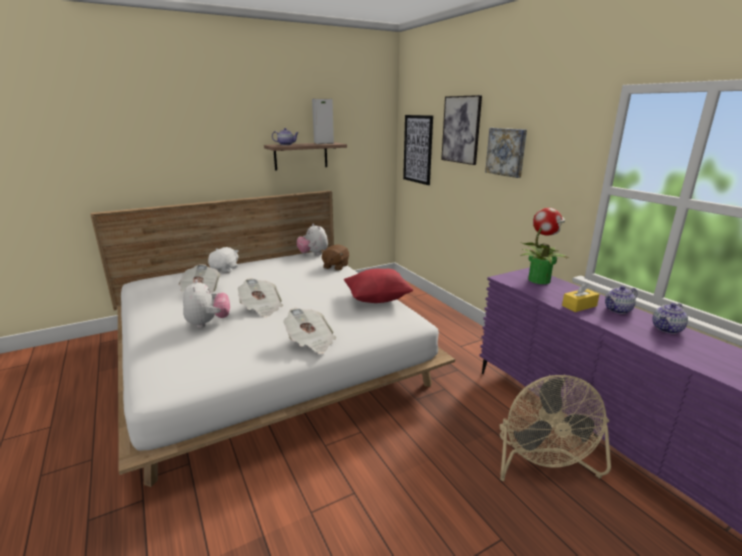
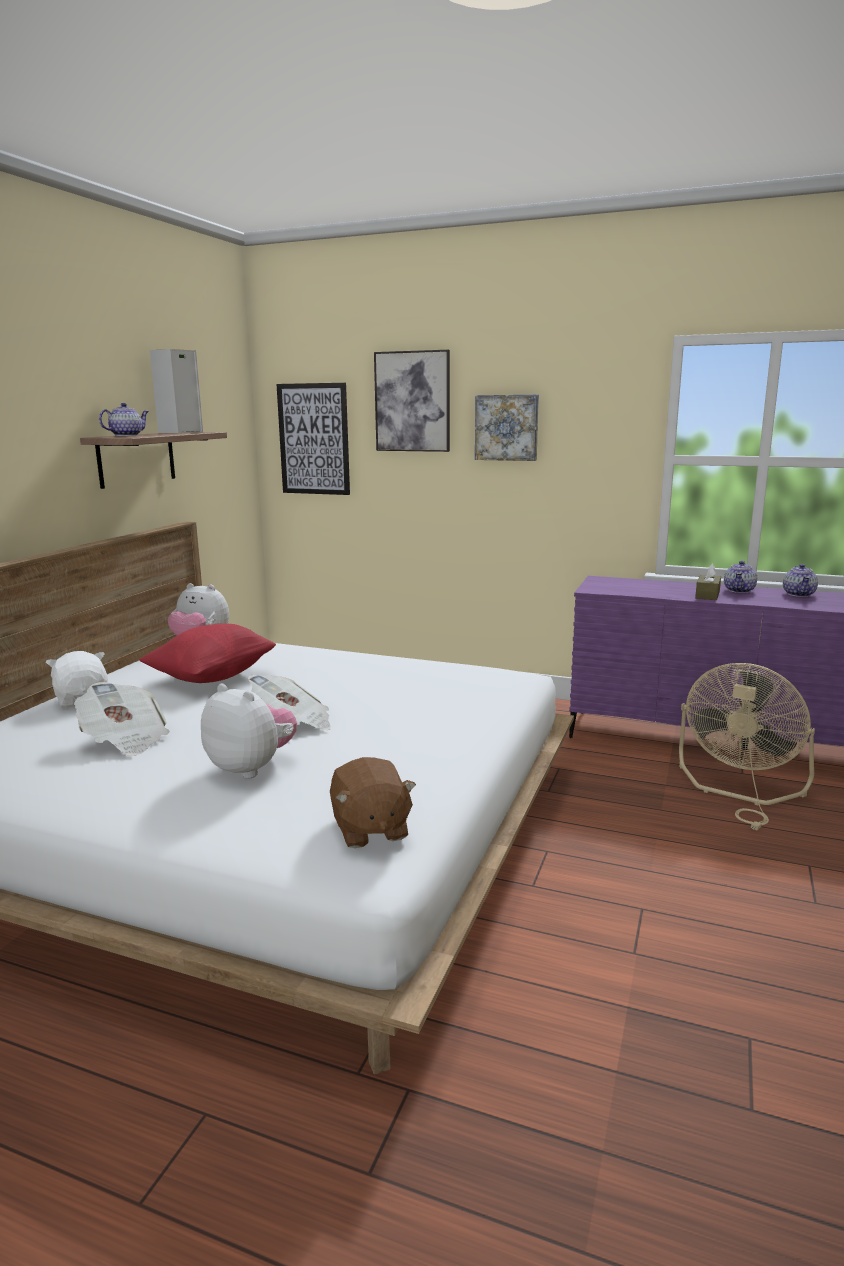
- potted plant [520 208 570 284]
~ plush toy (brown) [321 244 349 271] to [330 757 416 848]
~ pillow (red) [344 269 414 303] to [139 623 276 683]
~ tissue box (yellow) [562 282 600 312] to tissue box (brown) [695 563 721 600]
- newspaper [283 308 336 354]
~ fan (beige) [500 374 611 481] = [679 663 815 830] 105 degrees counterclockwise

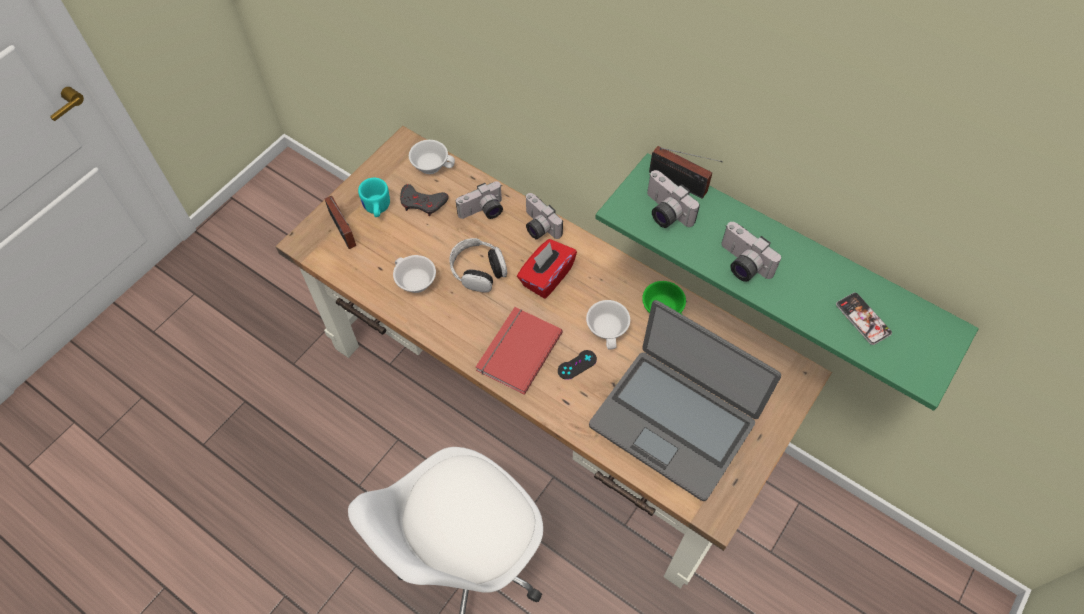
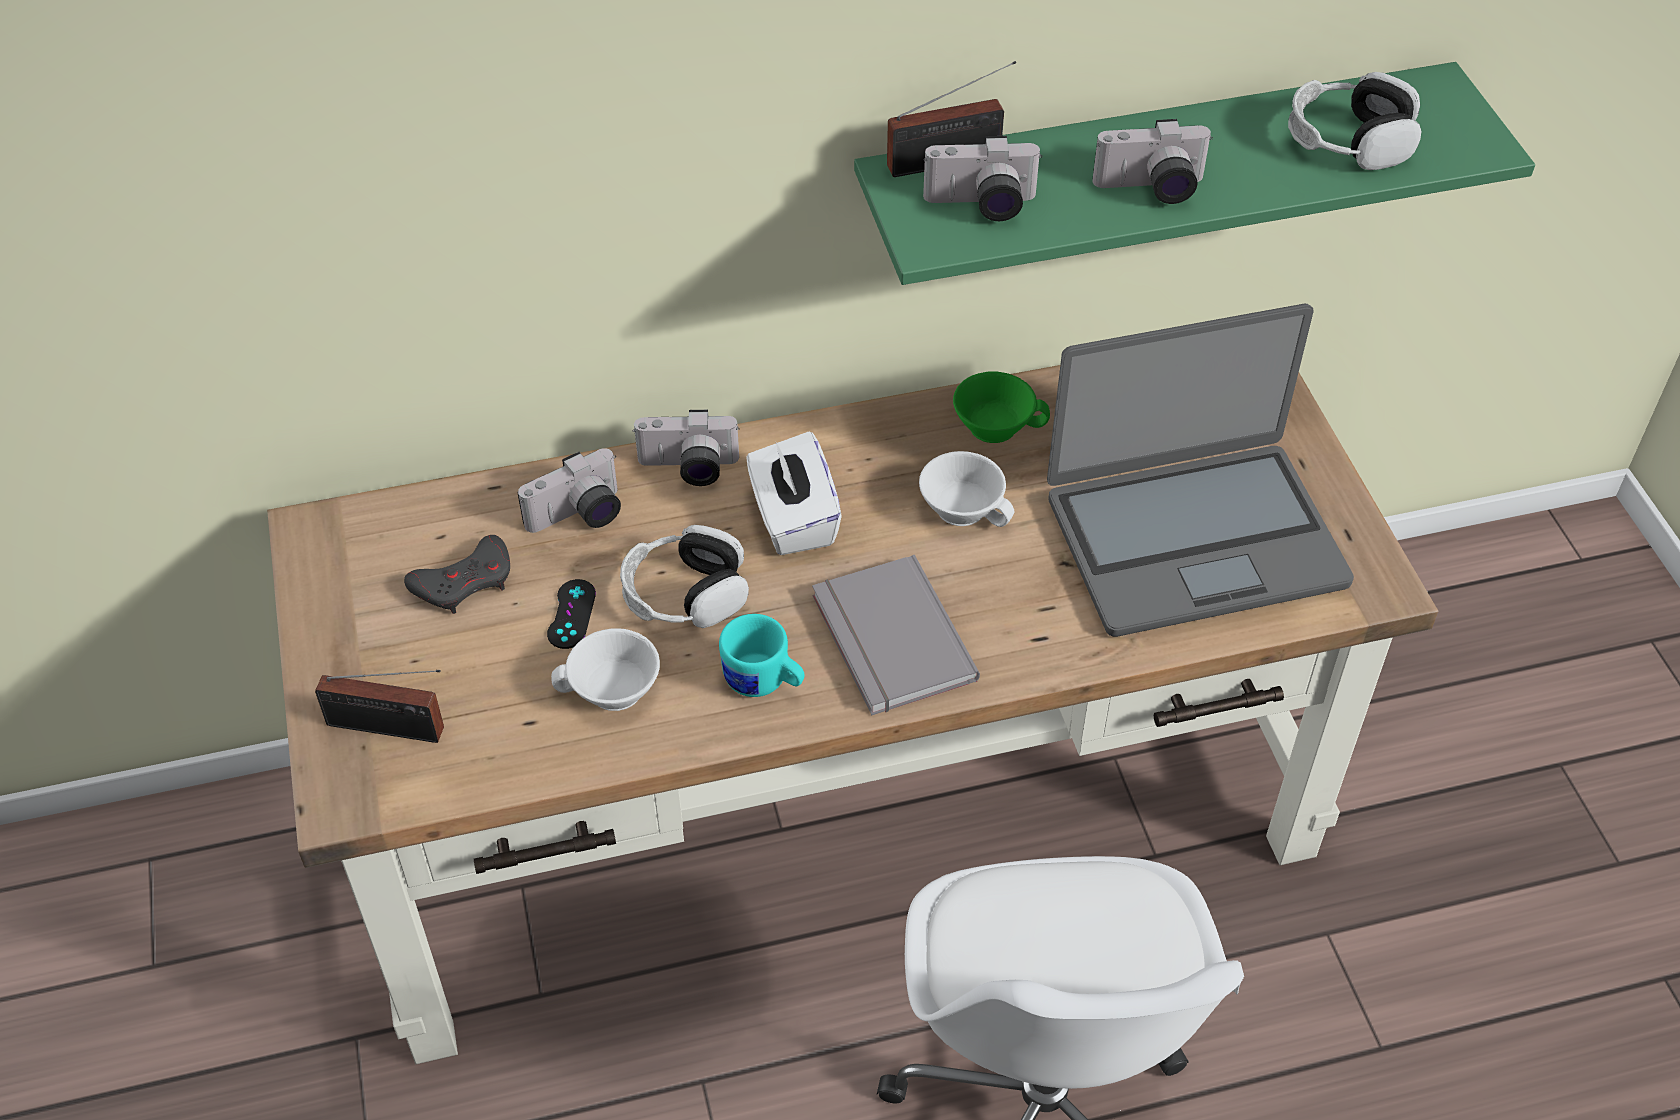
- cup (white) [409 140 455 174]
~ mug (turquoise) [358 178 390 217] to [719 614 804 697]
~ photo camera [456 181 503 219] = [518 448 621 533] 45 degrees clockwise
~ tissue box (red) [517 239 577 299] to tissue box (white) [746 431 842 555]
~ phone [836 292 892 345] to headphones [1288 72 1421 170]
~ book (red) [476 307 563 395] to book (grey) [812 555 980 715]
~ game controller (black) [558 350 597 380] to [547 579 596 649]

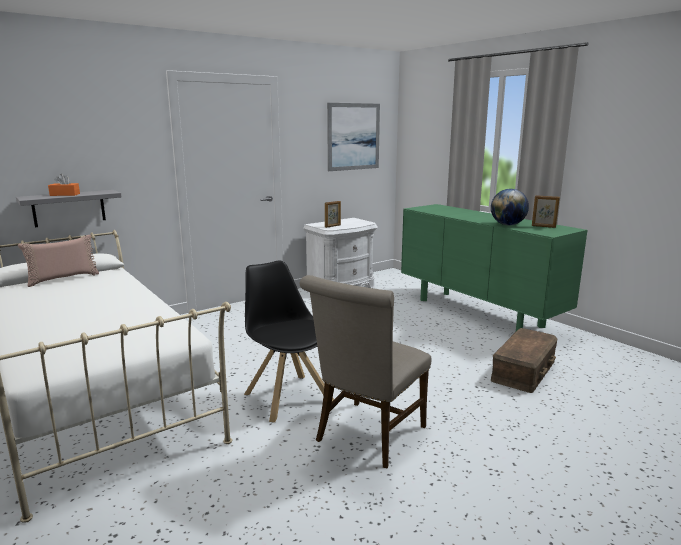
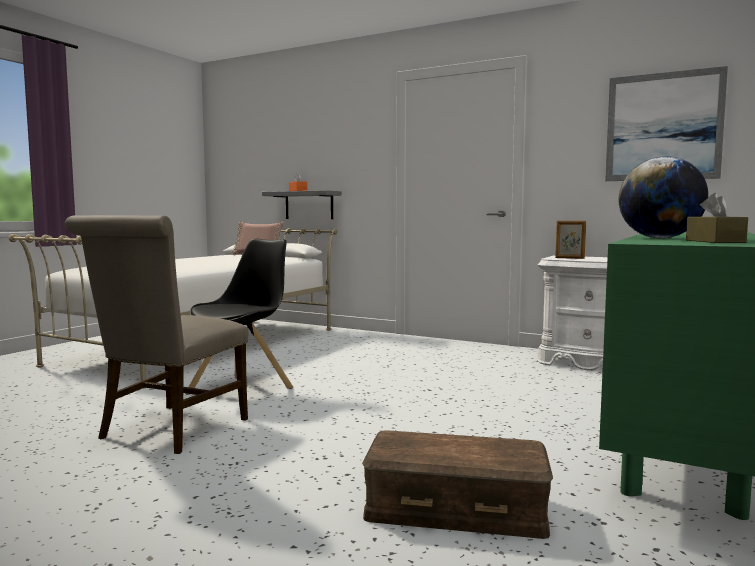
~ picture frame [532 195 560 228] to tissue box (brown) [686 193 748 243]
~ chair (beige) [300 275 431 468] = [65 215 248 454] 75 degrees counterclockwise

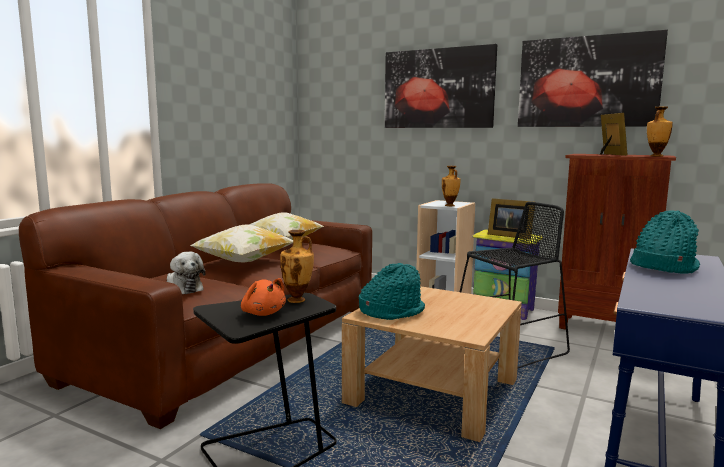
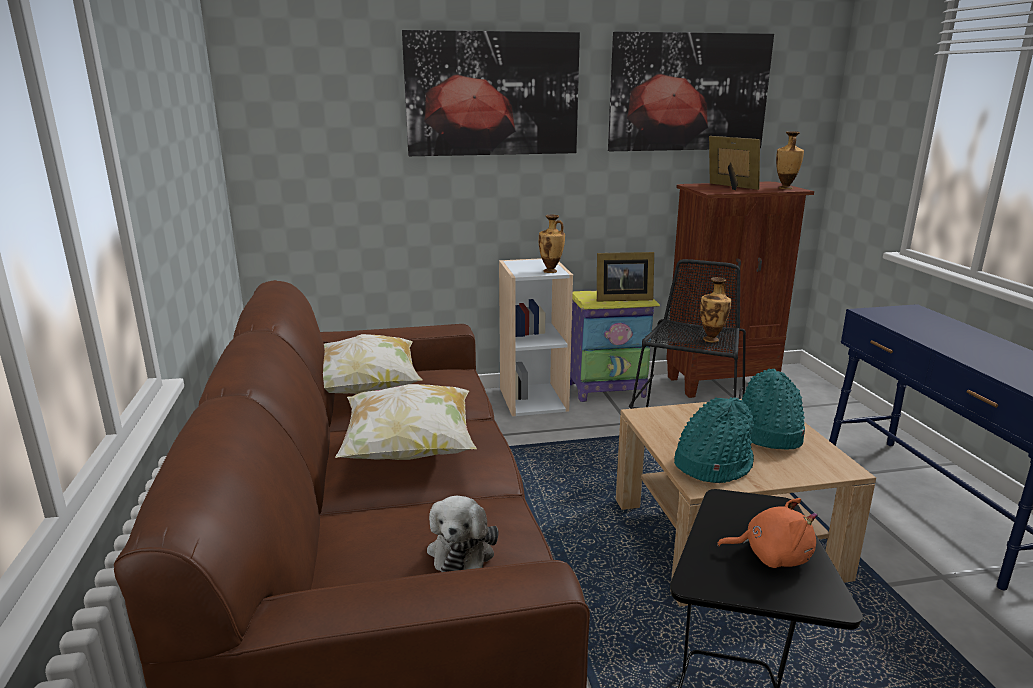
~ hat (turquoise) [630 210 700 274] to [742 369 805 450]
~ vase [280 230 314 303] to [700 277 731 342]
~ plush toy [167 252 206 294] = [427 496 498 572] 90 degrees clockwise

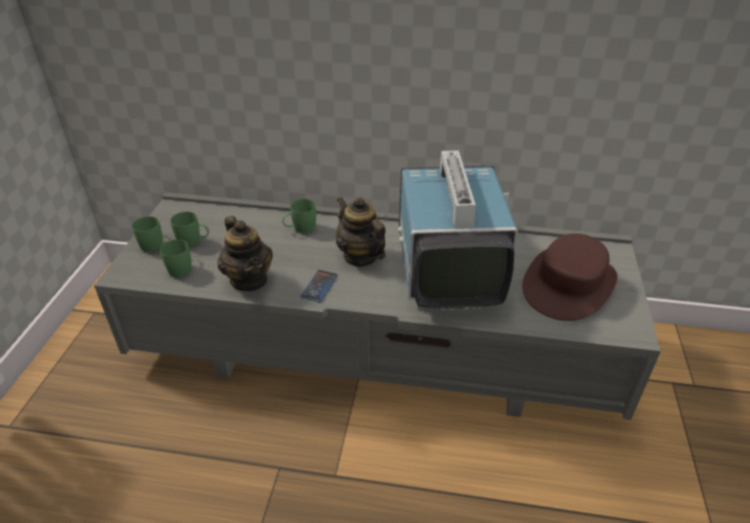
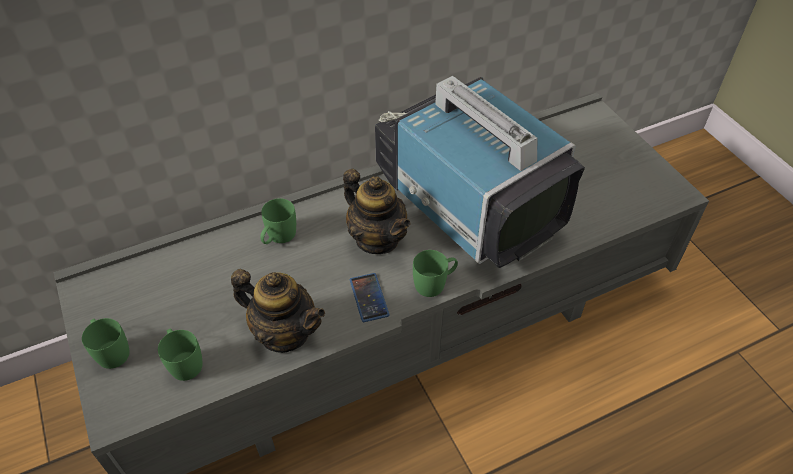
~ teapot [336 197 386 267] = [343 169 410 254] 150 degrees counterclockwise
~ mug (green) [170 212 209 247] to [413 250 458 297]
- hat (brown) [522 233 617 321]

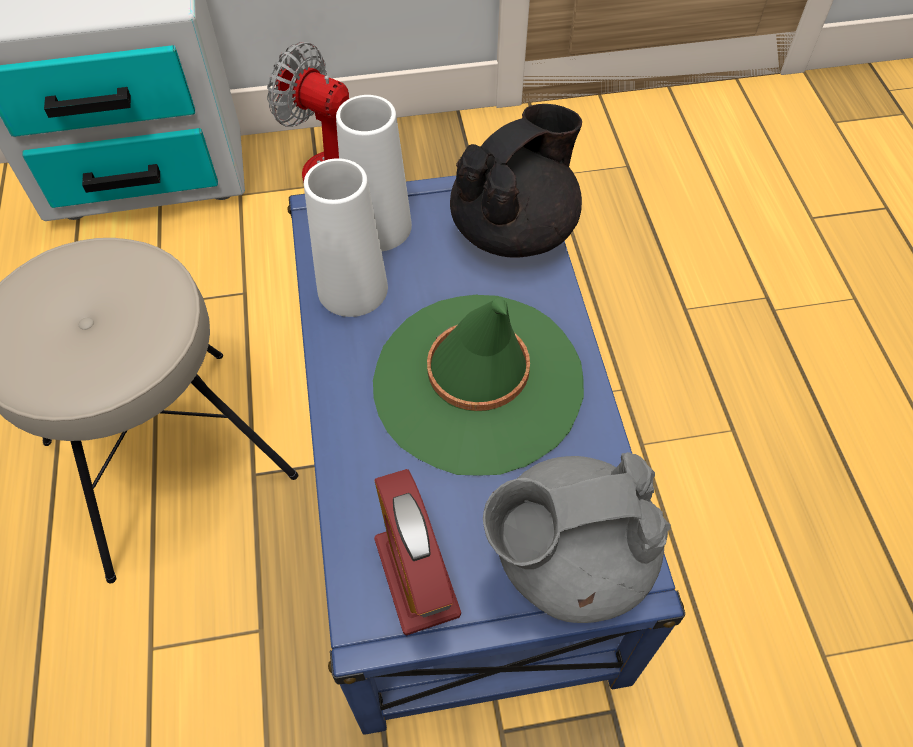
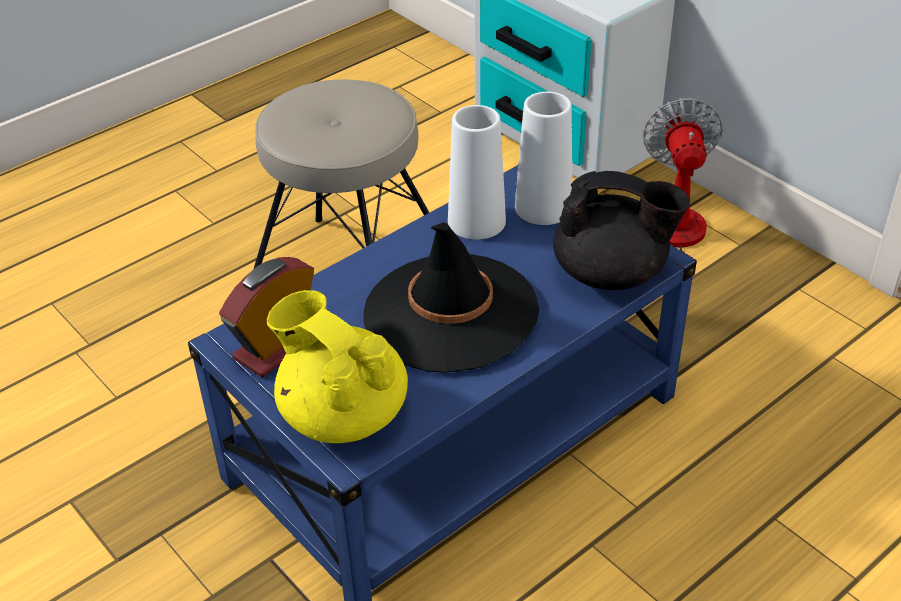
~ hat (green) [373 294 584 476] to hat (black) [364 222 539 373]
~ teapot (grey) [483 452 671 623] to teapot (yellow) [267 290 408 443]

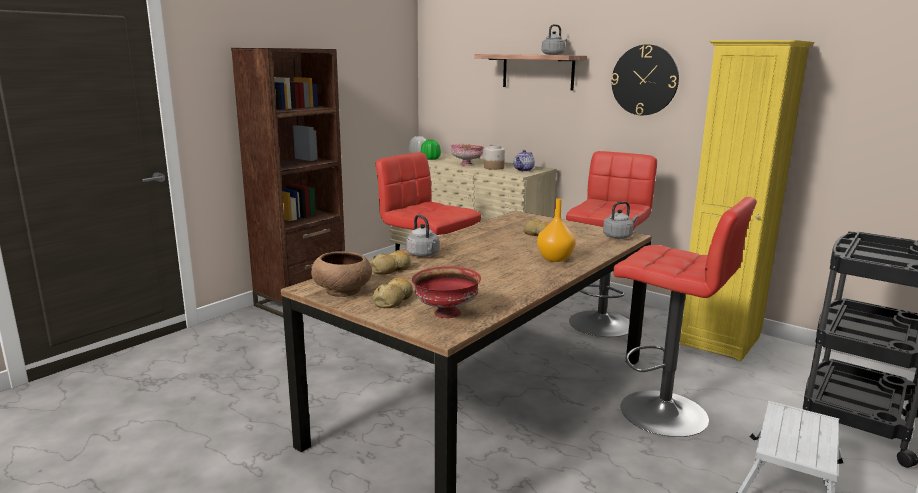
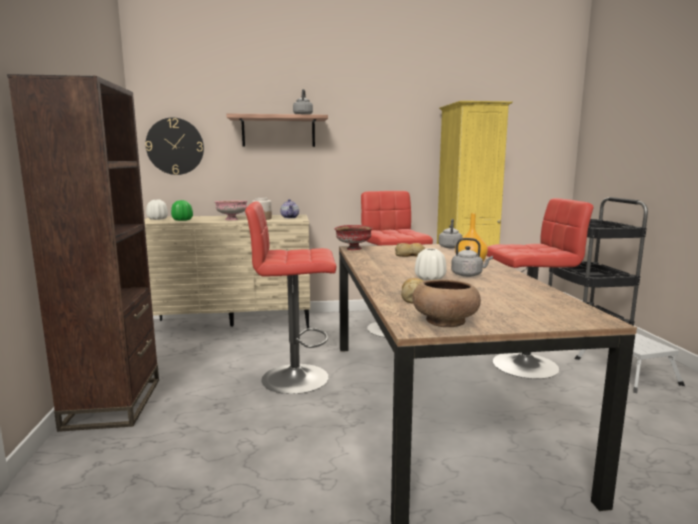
~ wall clock [611 44 679 115] to [145 118 204 175]
~ kettle (grey) [406 215 439 257] to [451 238 493 277]
~ bowl (red) [412 266 481 318] to [335 225 373 250]
- bread [373 278 413 308]
+ vase (white) [415 248 447 280]

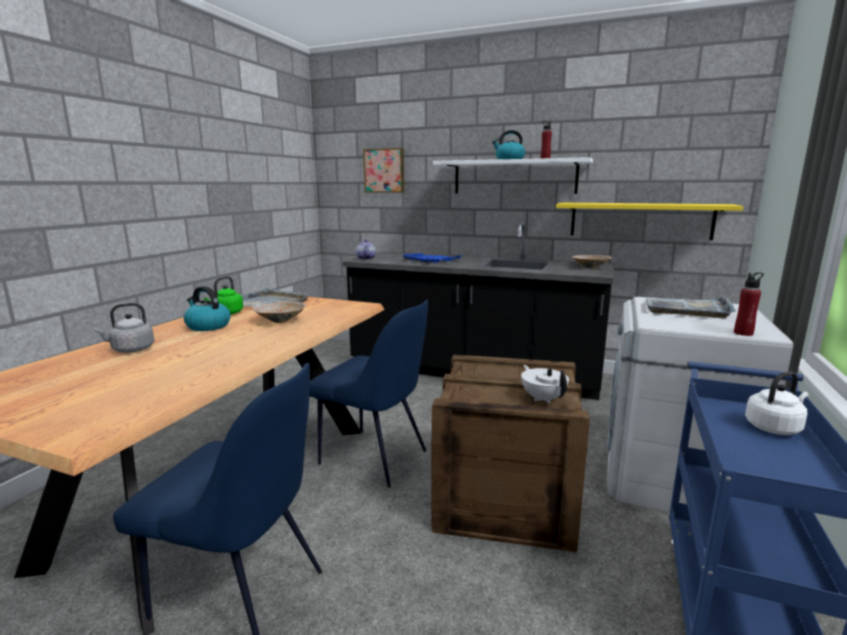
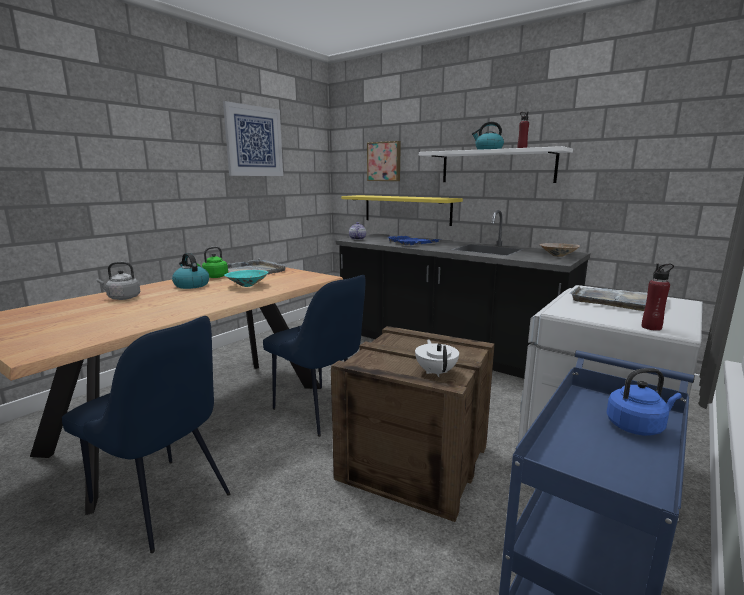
~ shelf (yellow) [556 203 743 240] to [341 195 463 226]
~ bowl (beige) [253 302 306 323] to bowl (turquoise) [224 270 268 287]
~ kettle (white) [745 372 808 435] to kettle (blue) [607 368 682 436]
+ picture [223 101 283 176]

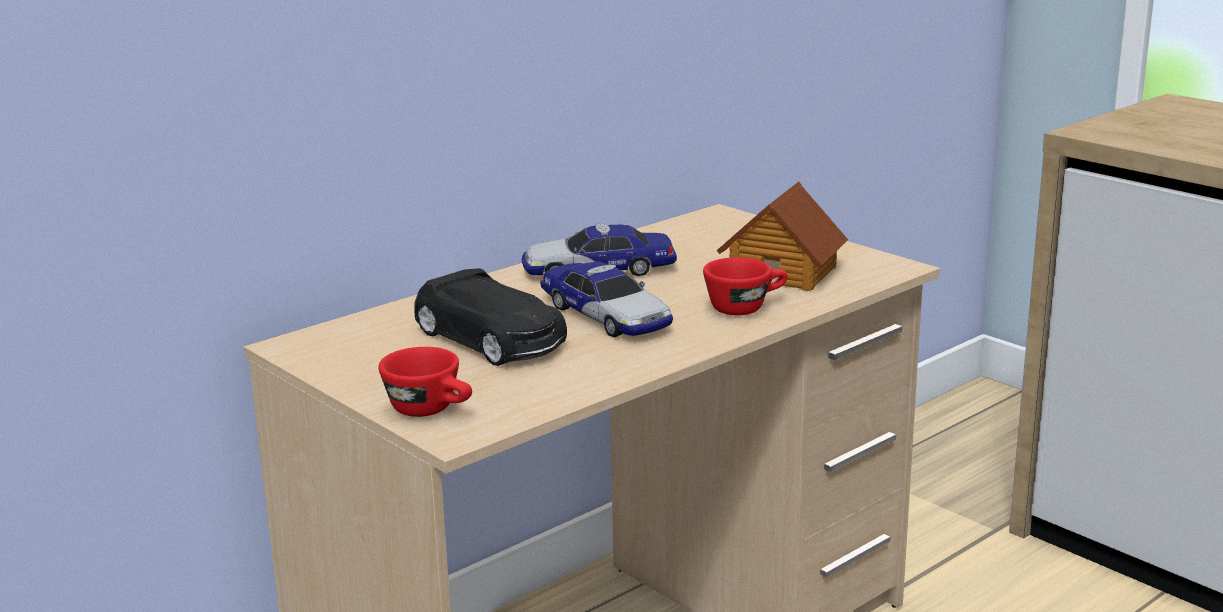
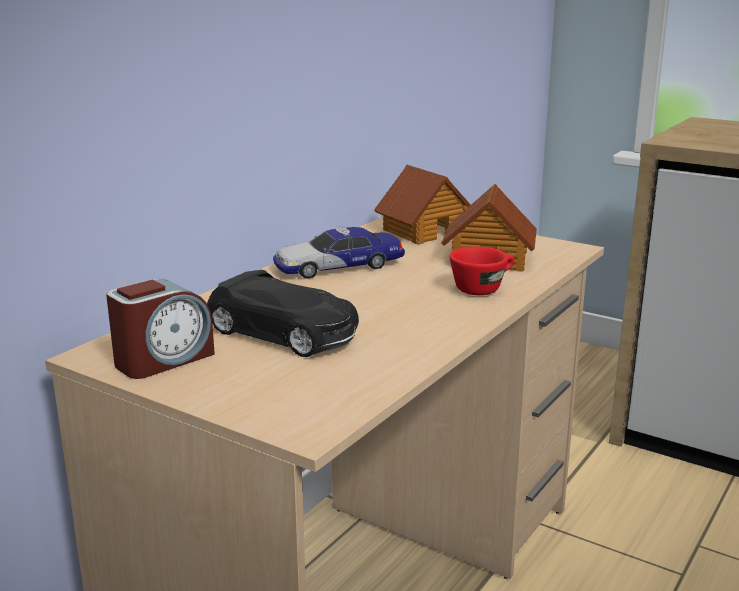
- toy car [540 261 673 337]
- cup (red) [379 347 472 417]
+ toy house [374 165 471 244]
+ alarm clock [106 279 215 379]

